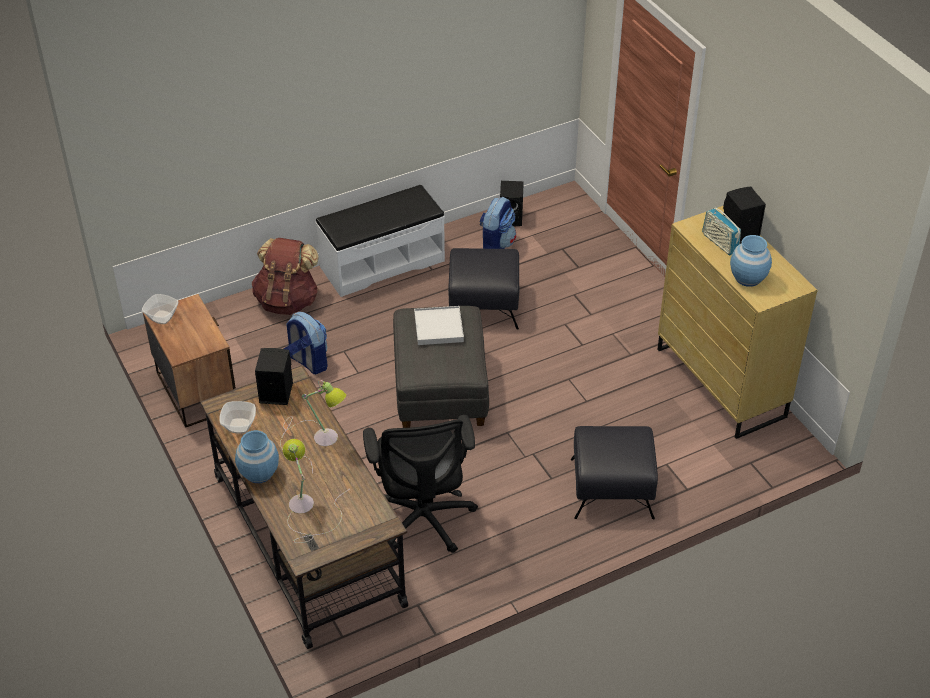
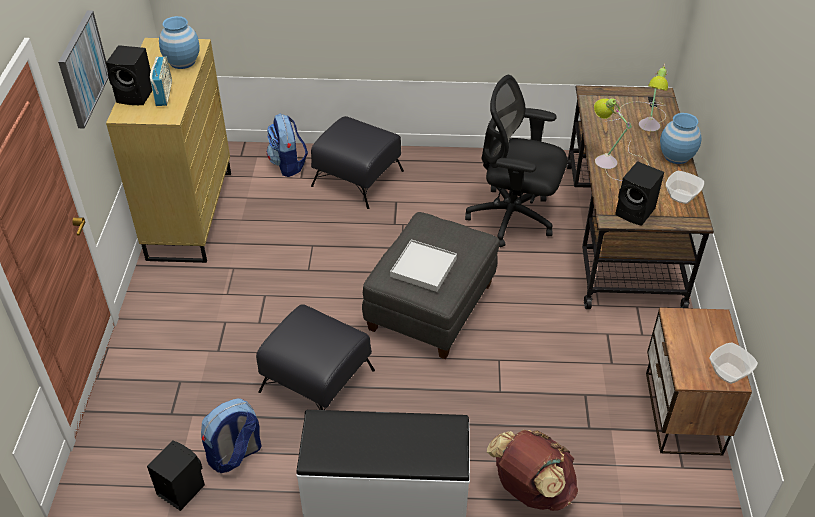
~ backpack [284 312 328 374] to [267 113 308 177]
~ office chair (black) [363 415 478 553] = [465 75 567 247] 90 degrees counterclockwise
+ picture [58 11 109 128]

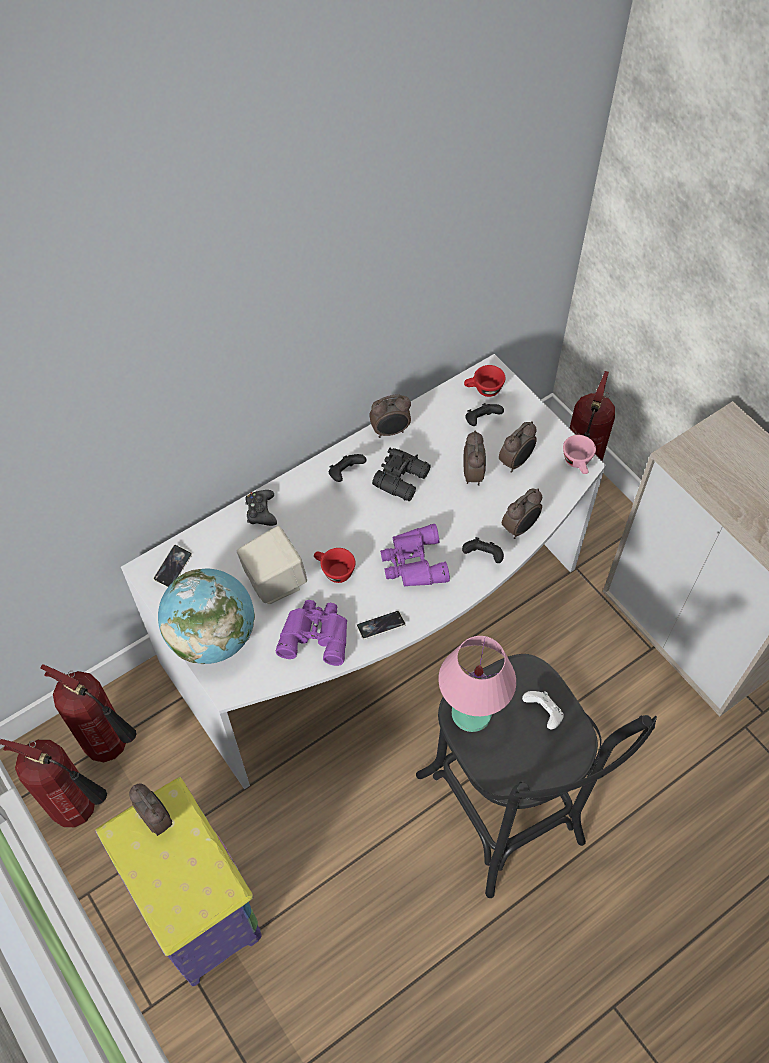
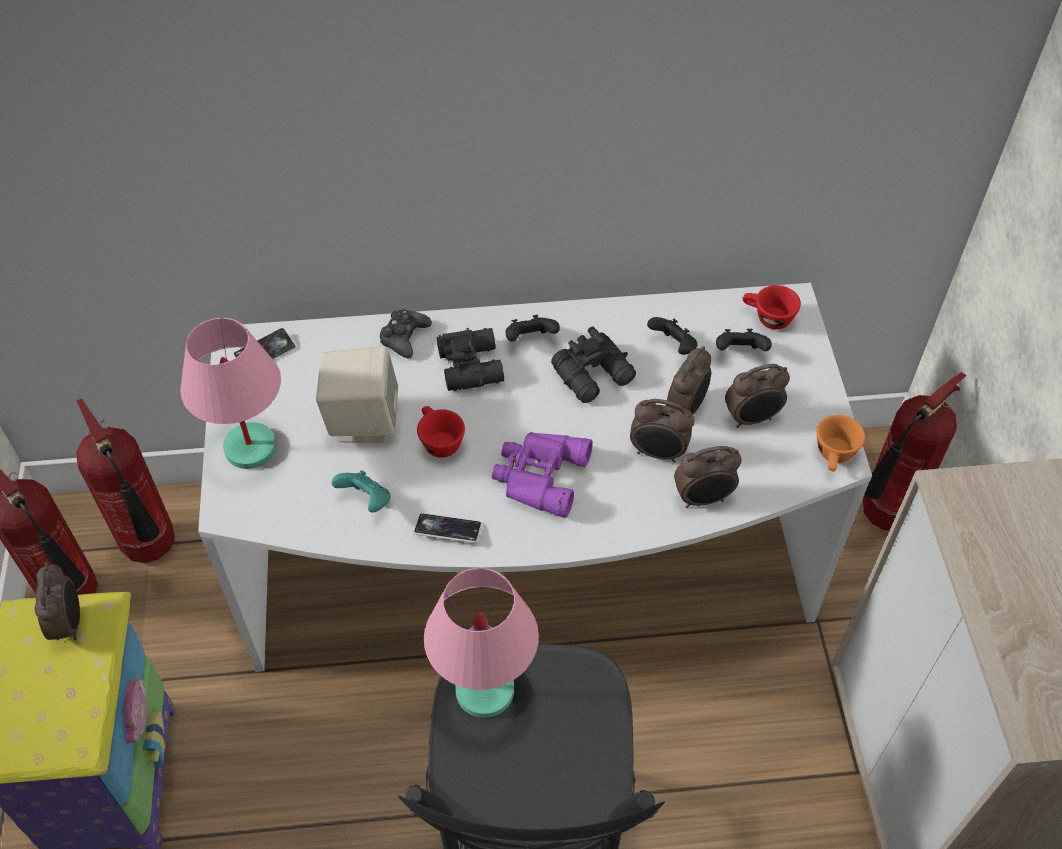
~ alarm clock [369 395 411 438] to [630 399 695 462]
~ cup (pink) [563 435 596 474] to cup (orange) [817 415 865 472]
~ game controller (black) [462 537 504 563] to [647 317 698 355]
~ globe [158 569 255 664] to table lamp (pink) [180 318 281 469]
~ binoculars (purple) [276 600 347 666] to game controller (turquoise) [332 471 391 513]
- game controller (white) [522 691 564 729]
+ binoculars (black) [437 328 504 391]

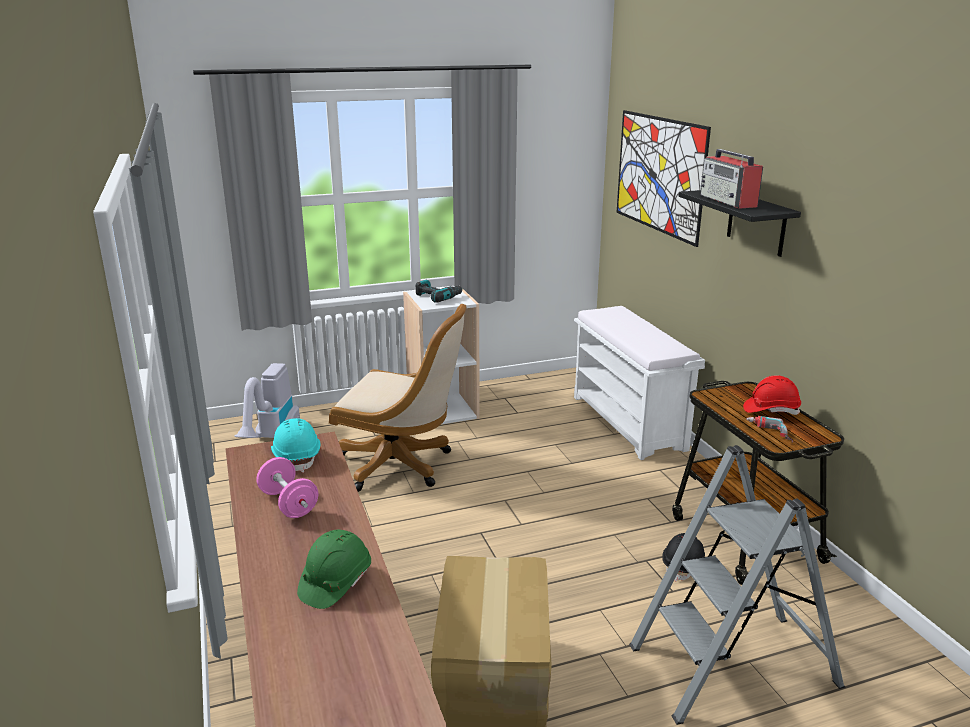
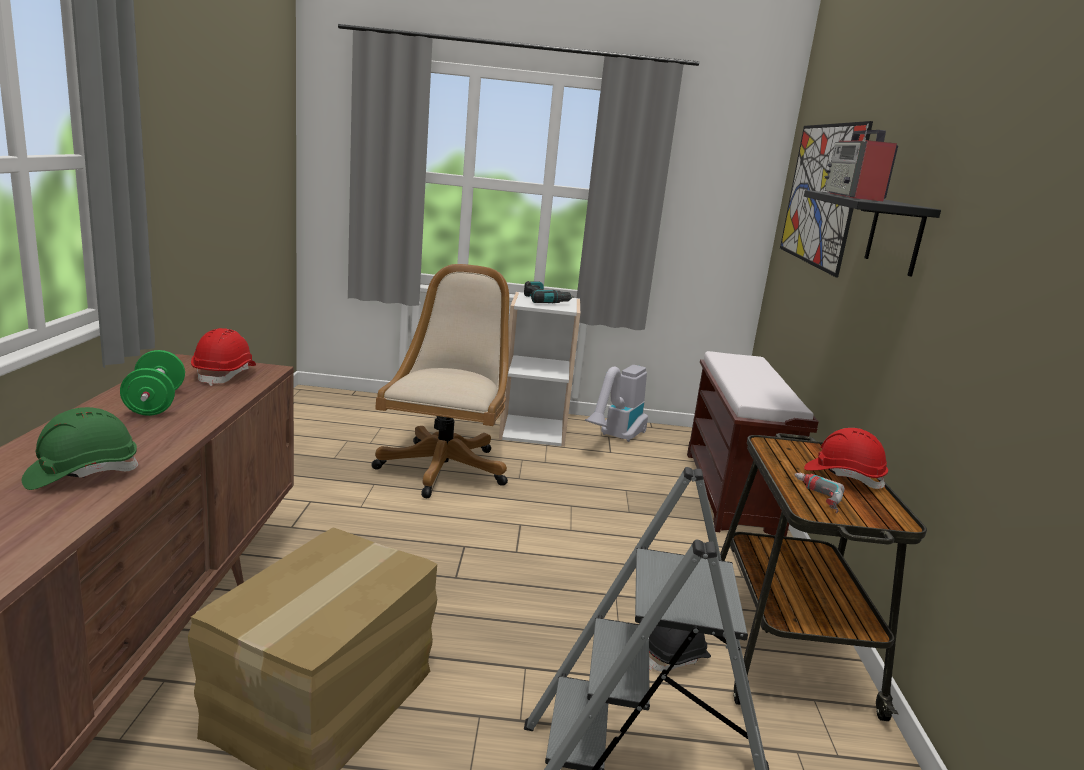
~ office chair [329 304 466 492] = [372 264 509 498] 120 degrees counterclockwise
~ bench (white) [574 306 705 460] to bench (brown) [687 351 819 537]
~ vacuum cleaner [235 363 300 438] to [585 365 648 442]
~ hard hat (turquoise) [271 418 320 473] to hard hat (red) [191 328 256 386]
~ dumbbell (pink) [256 457 318 518] to dumbbell (green) [120 350 185 416]

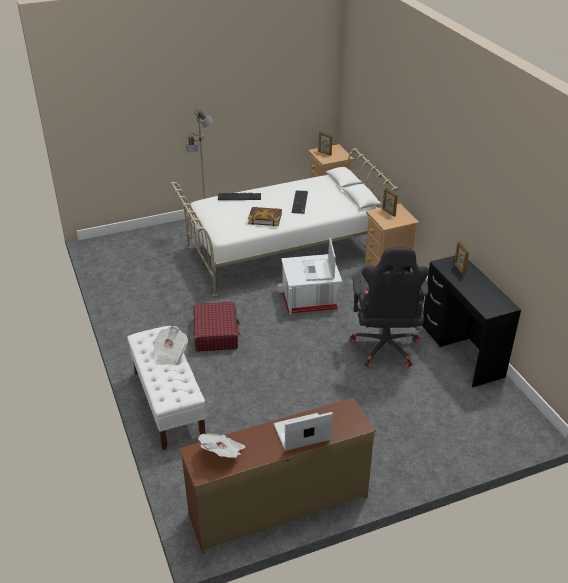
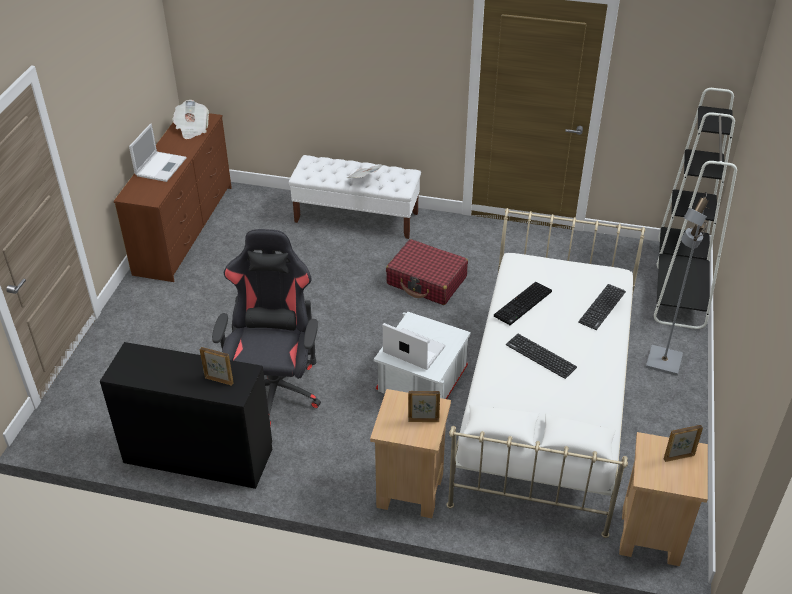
~ book [248 207 282 226] to keyboard [494 282 552 325]
~ office chair (black) [350 247 429 367] = [212 229 321 427] 60 degrees clockwise
+ clothes rack (black) [654 88 737 329]

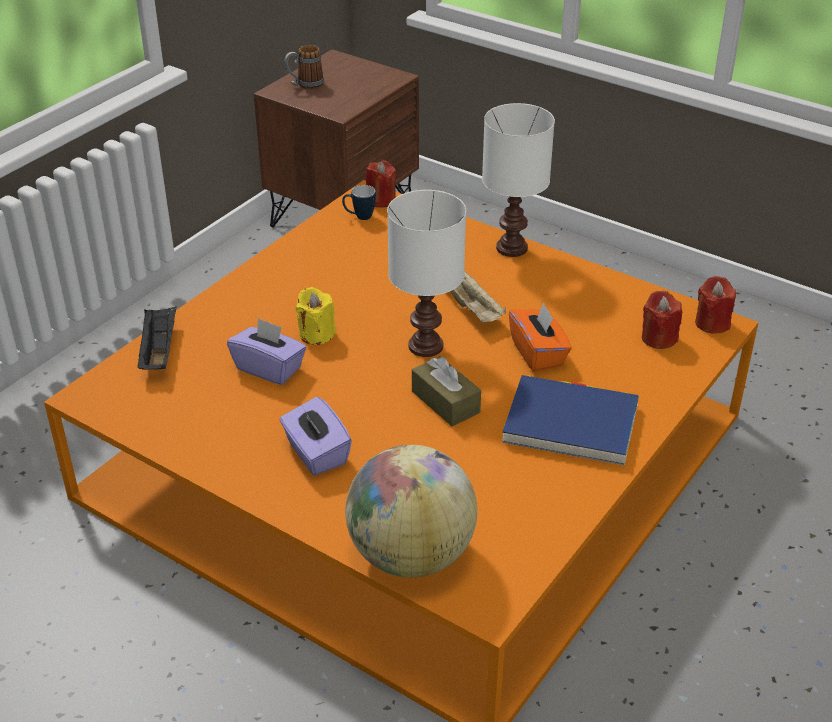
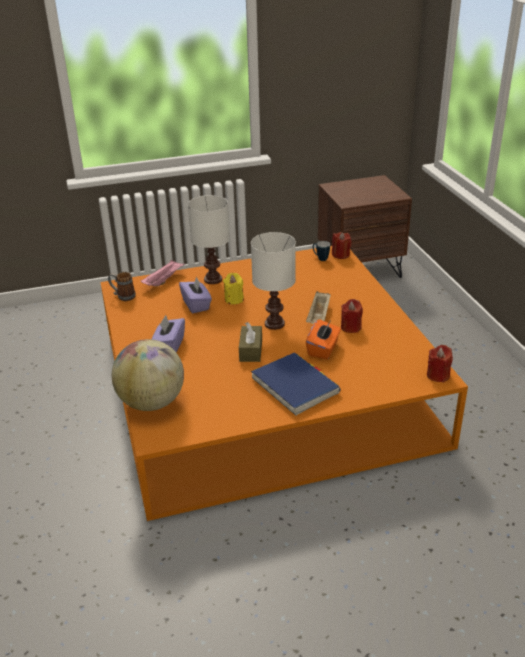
~ mug [284 45 324 89] to [108 272 136 301]
~ table lamp (white) [482 103 555 257] to [188 195 230 284]
~ candle (red) [642 291 682 349] to [341 299 363 333]
~ tray (black) [137 307 177 370] to tray (pink) [141 260 185 286]

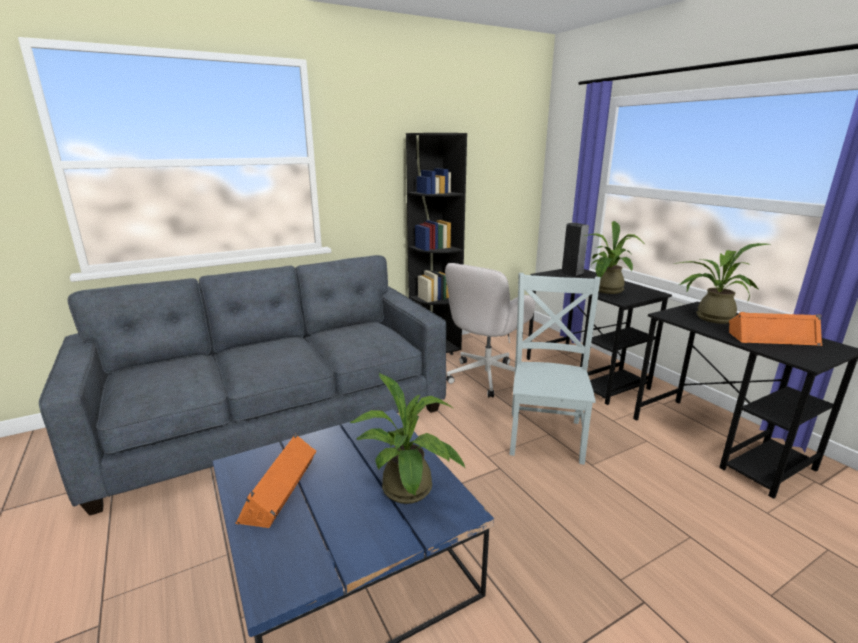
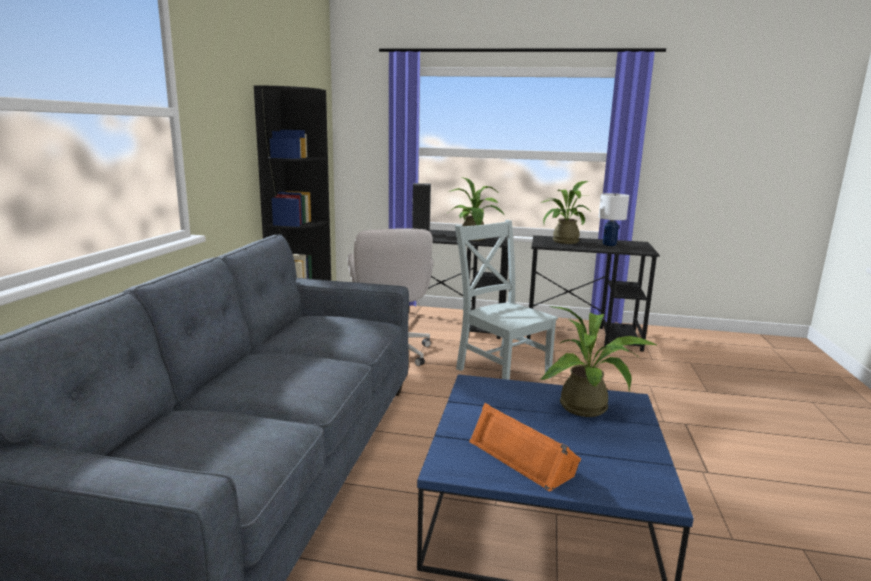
~ speaker (orange) [729 312 822 346] to table lamp (white) [599 193 629 246]

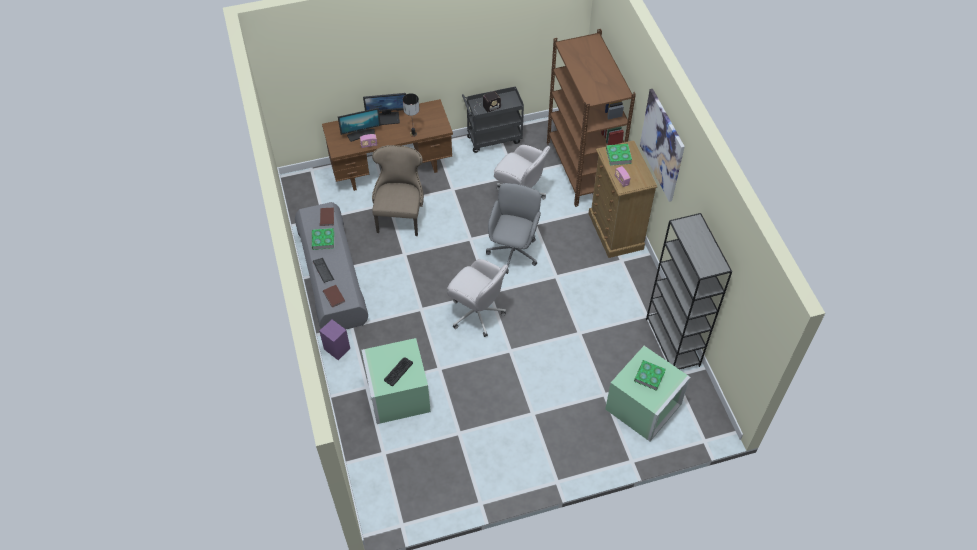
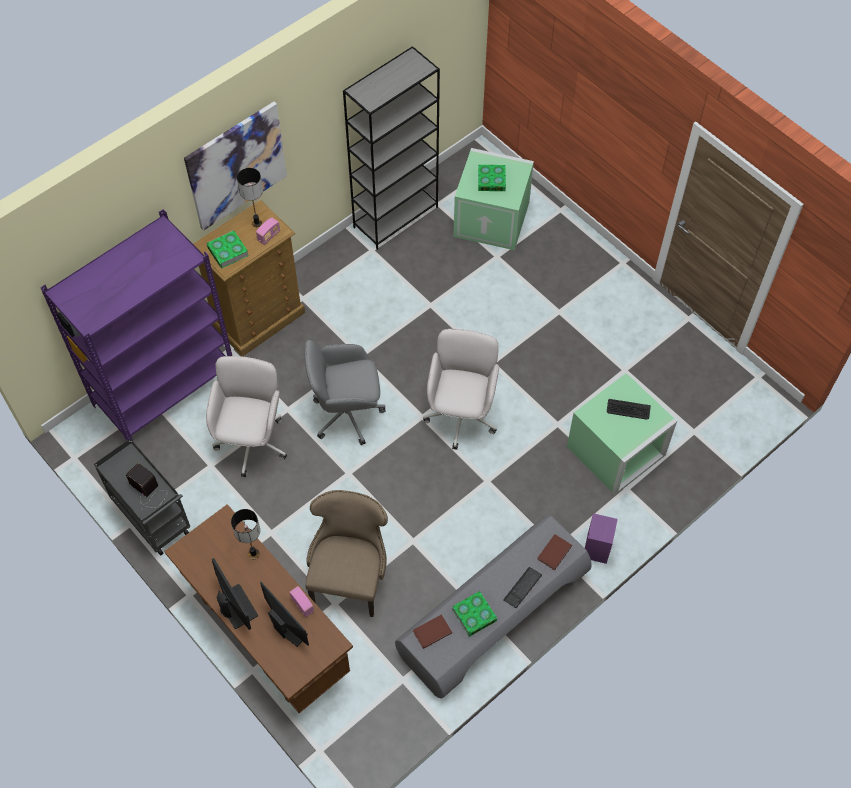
~ bookcase (brown) [547 29 636 207] to bookcase (purple) [40 209 232 441]
~ chair (beige) [372 145 424 236] = [305 490 388 617] 120 degrees clockwise
+ table lamp [237 168 263 227]

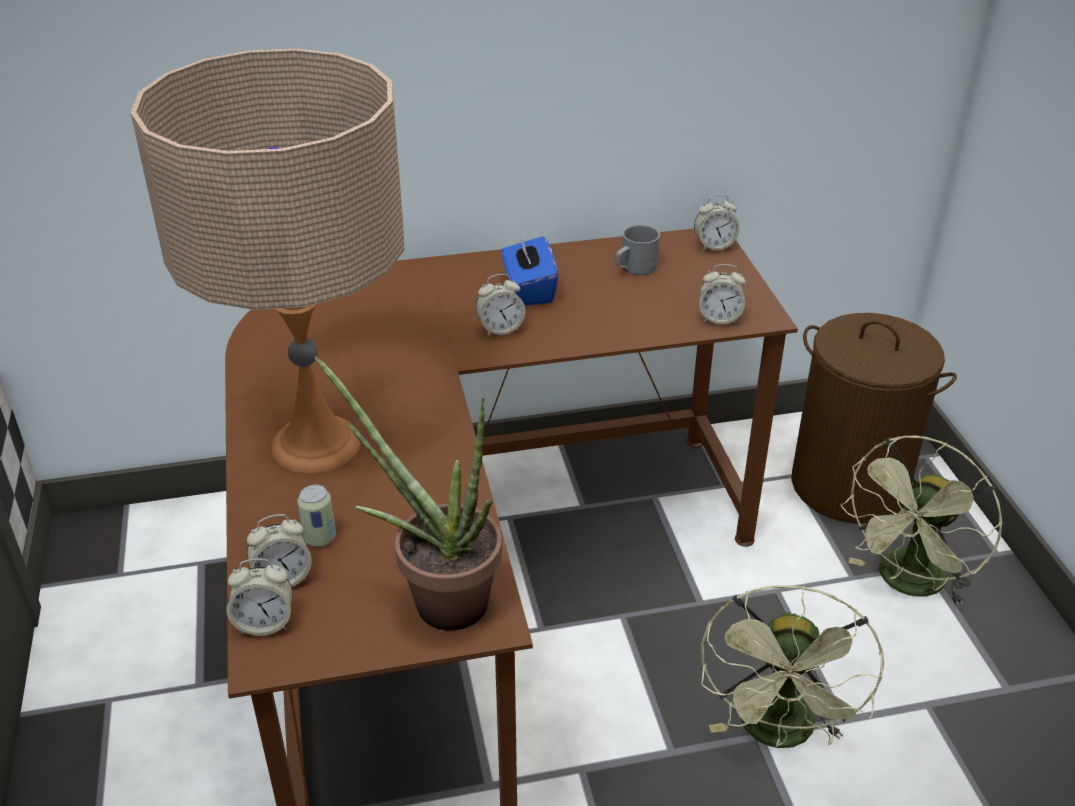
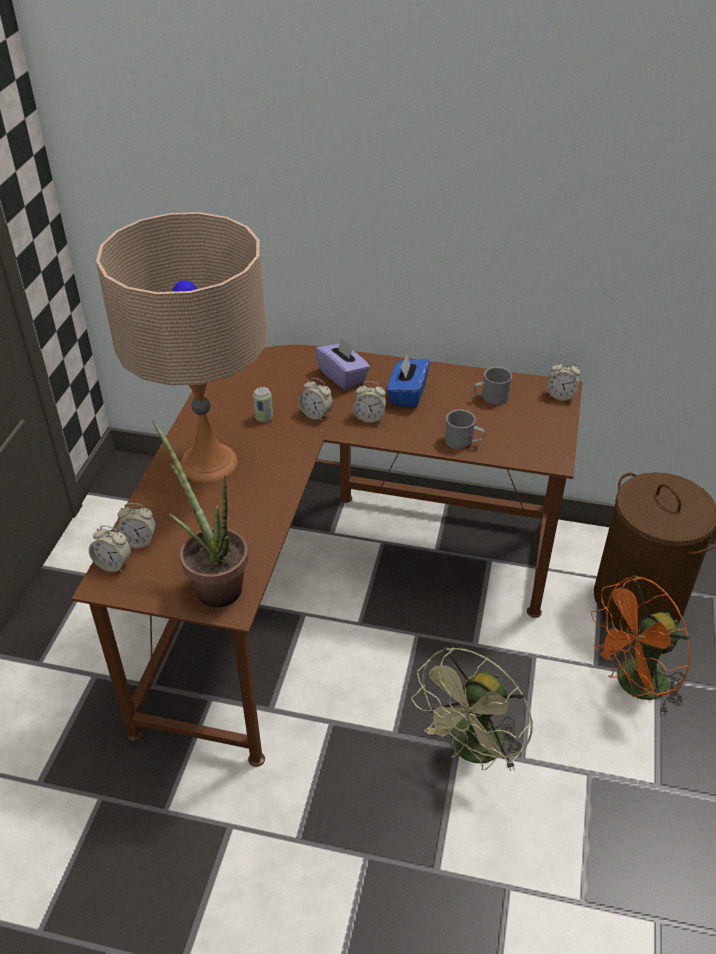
~ alarm clock [699 264 746 324] to [298 378 333 421]
~ fan (green) [840 436 1003 606] to fan (orange) [591 575 691 716]
~ can [297 485 336 547] to [253 387 273 422]
+ tissue box (purple) [315 337 370 390]
+ mug (grey) [445 409 485 450]

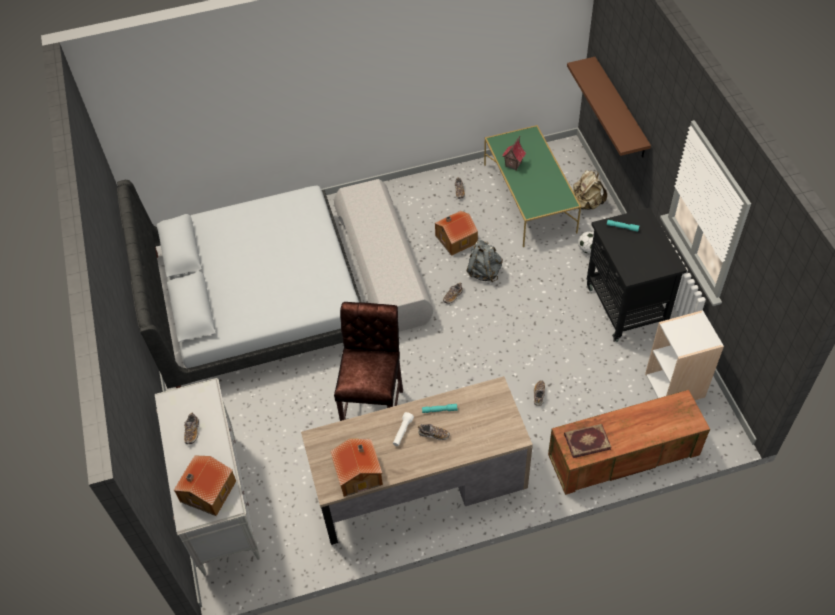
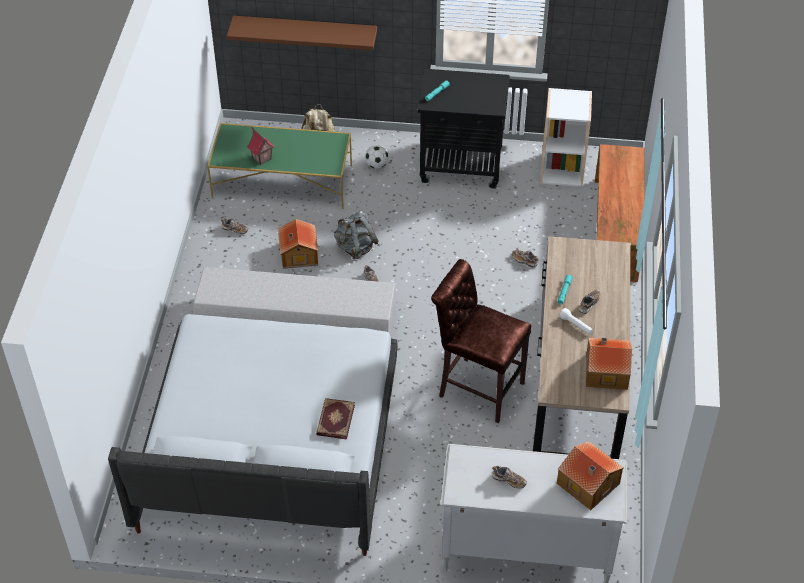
~ book [564 424 611 458] to [316 398 355 440]

